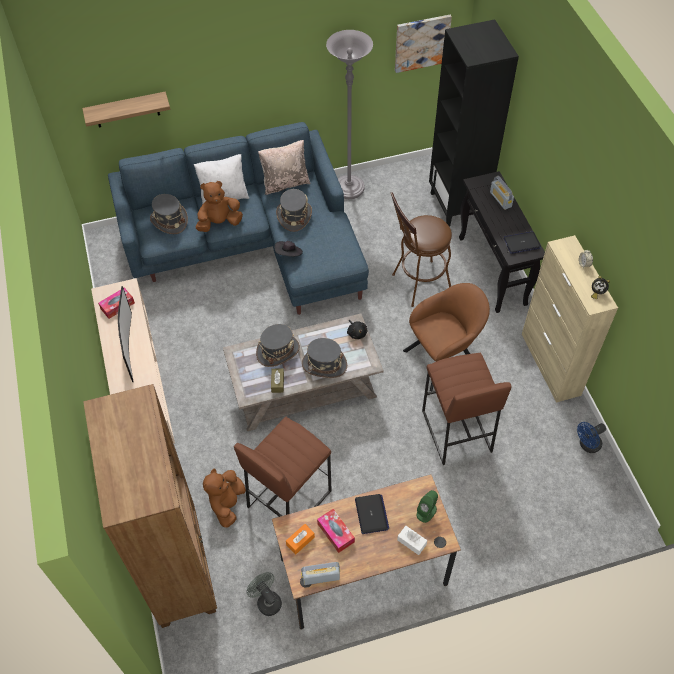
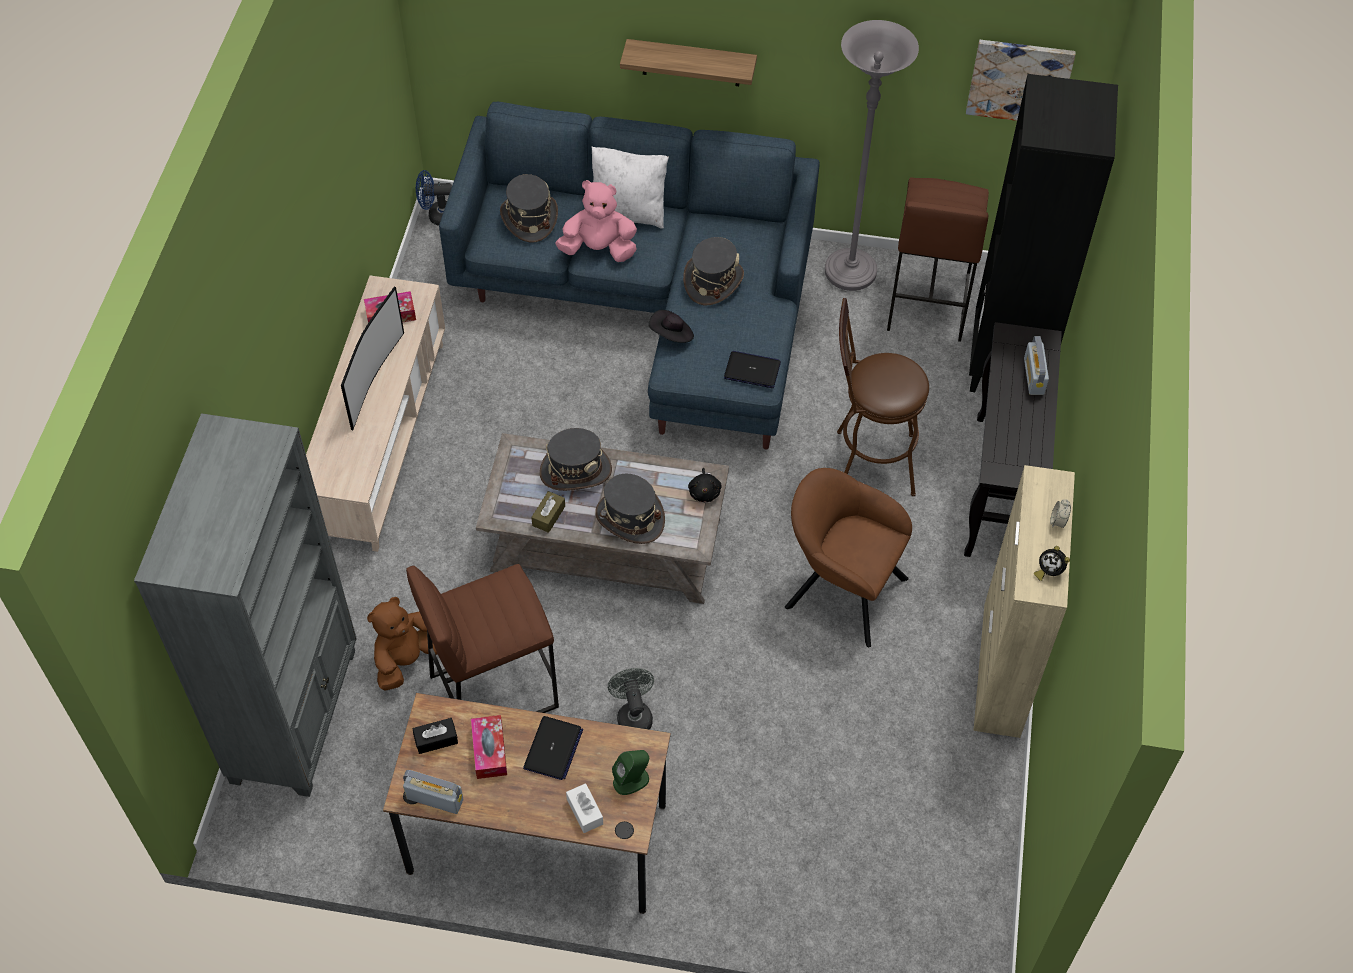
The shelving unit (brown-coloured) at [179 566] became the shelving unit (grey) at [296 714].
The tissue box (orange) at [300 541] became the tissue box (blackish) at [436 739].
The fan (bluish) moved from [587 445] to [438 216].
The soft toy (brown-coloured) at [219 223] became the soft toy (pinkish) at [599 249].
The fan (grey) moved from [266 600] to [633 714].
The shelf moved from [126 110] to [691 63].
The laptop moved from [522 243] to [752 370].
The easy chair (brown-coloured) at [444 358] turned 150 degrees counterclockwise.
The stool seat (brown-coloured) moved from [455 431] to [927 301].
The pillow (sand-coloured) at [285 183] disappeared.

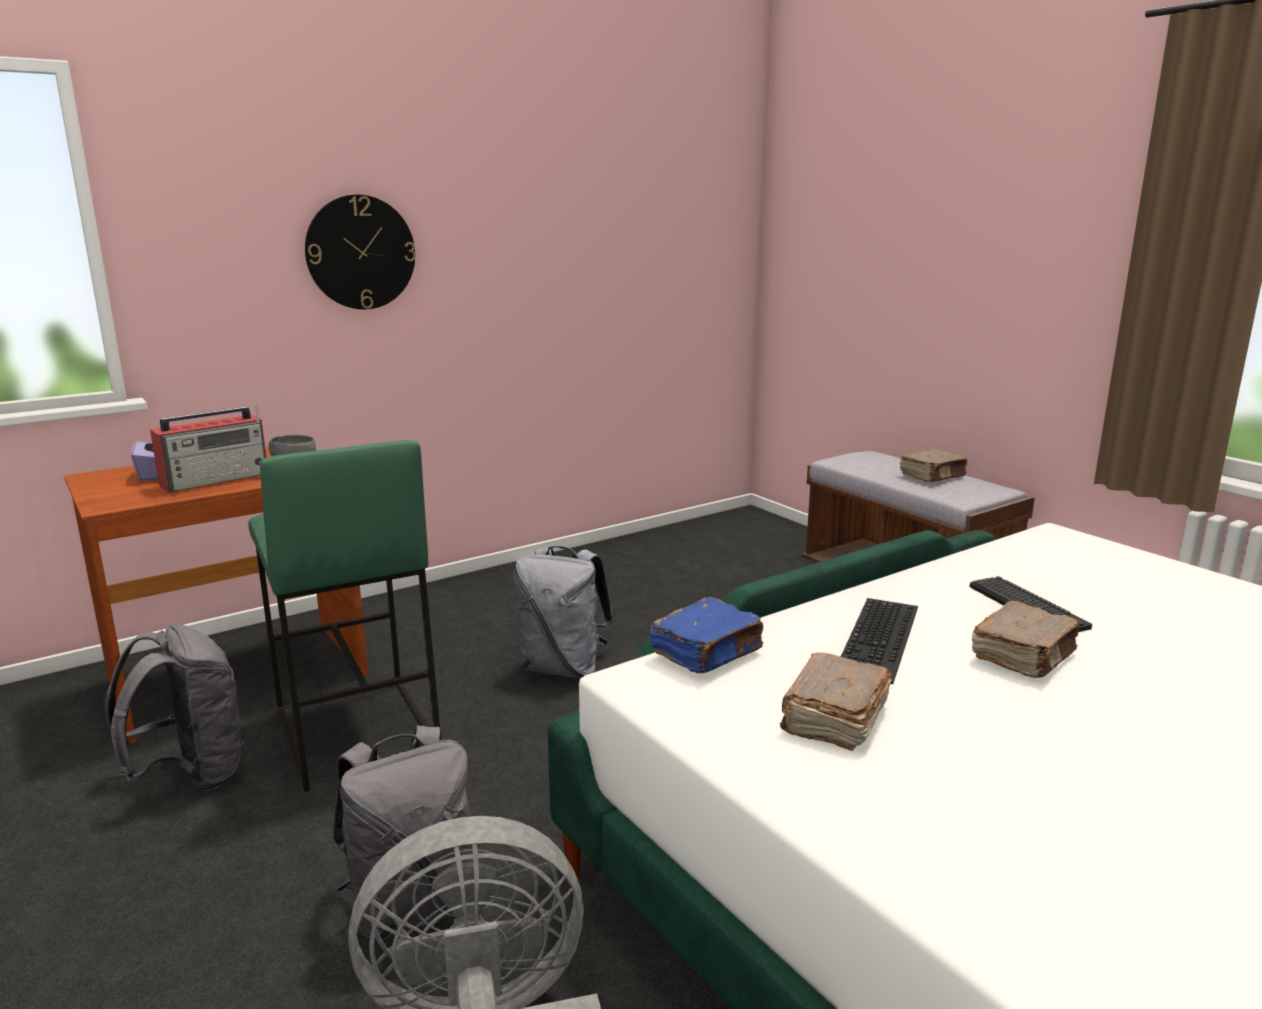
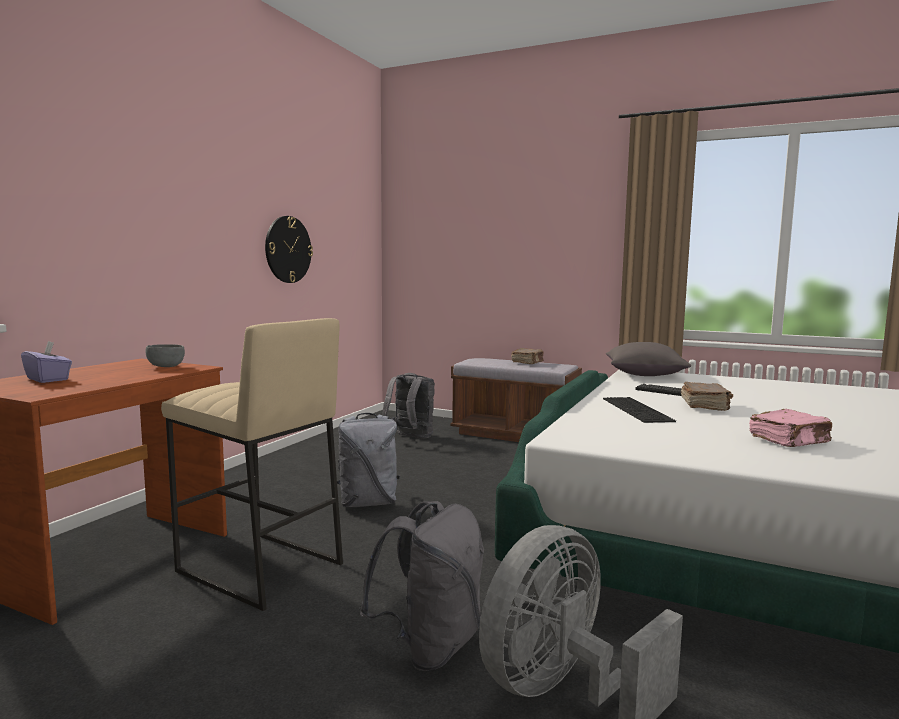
The stool seat (green-coloured) at [354 732] became the stool seat (sand-coloured) at [258 568].
The wall clock moved from [360 252] to [288 249].
The backpack (grey) moved from [191 775] to [410 437].
The pillow (grey) at [644 374] appeared.
The book (pinkish) at [790 441] appeared.
The radio set at [217 480] disappeared.
The book (bluish) at [708 652] disappeared.
The book (brown-coloured) at [833 719] disappeared.

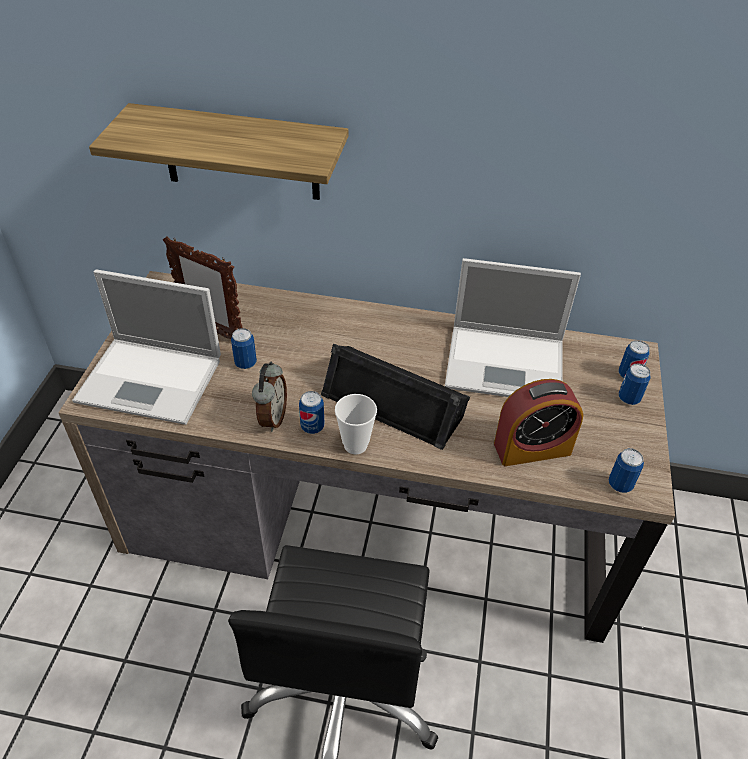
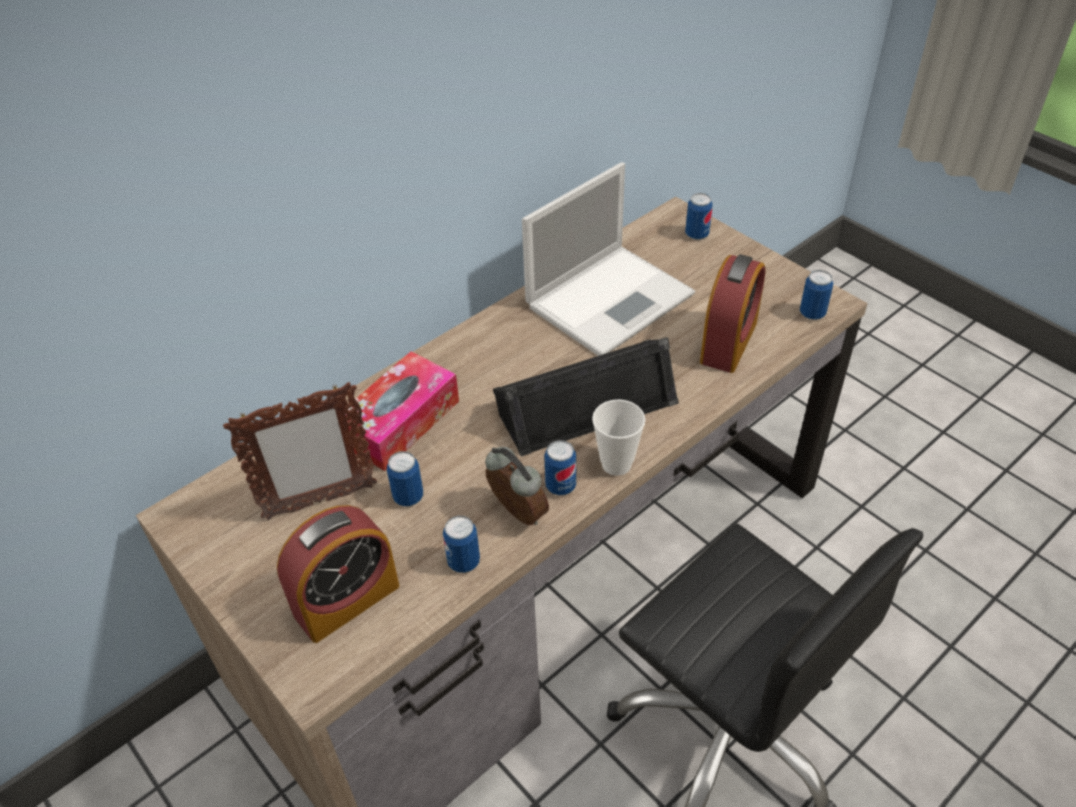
The laptop at [153 380] was replaced by the table clock at [346 600].
The tissue box at [400 422] appeared.
The sealed can moved from [629 398] to [463 562].
The shelf at [240 153] disappeared.

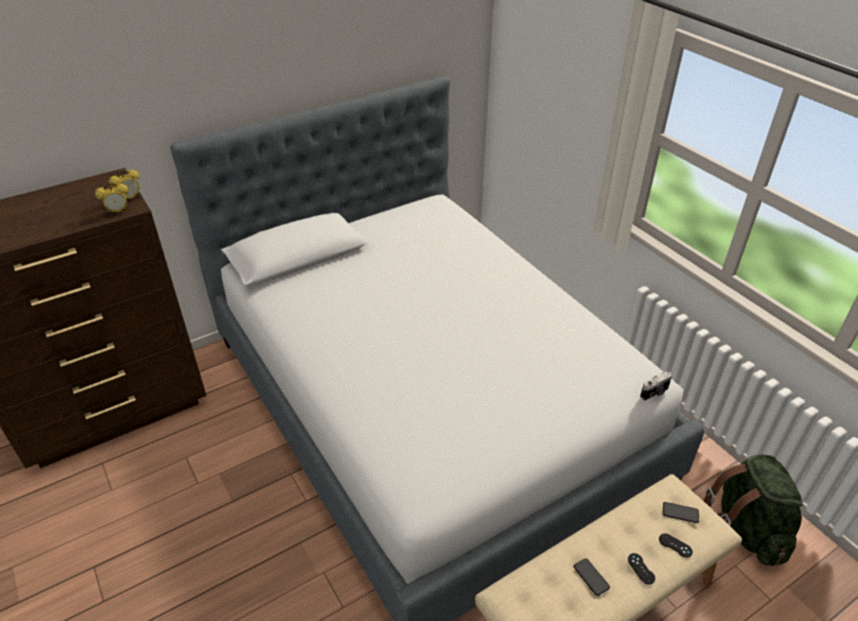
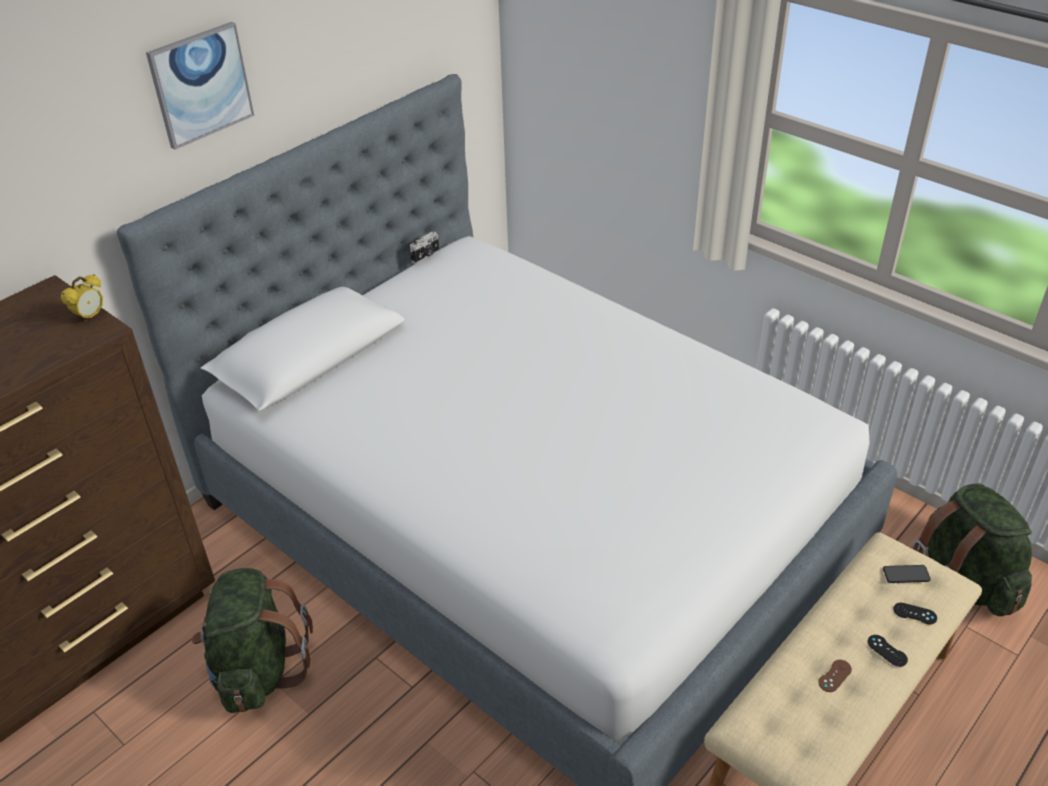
The wall art at [201 84] appeared.
The backpack (green-coloured) at [258 670] appeared.
The photo camera moved from [655 393] to [426 256].
The handset at [591 577] was replaced by the gamepad (brown-coloured) at [834 676].
The table clock at [118 211] disappeared.

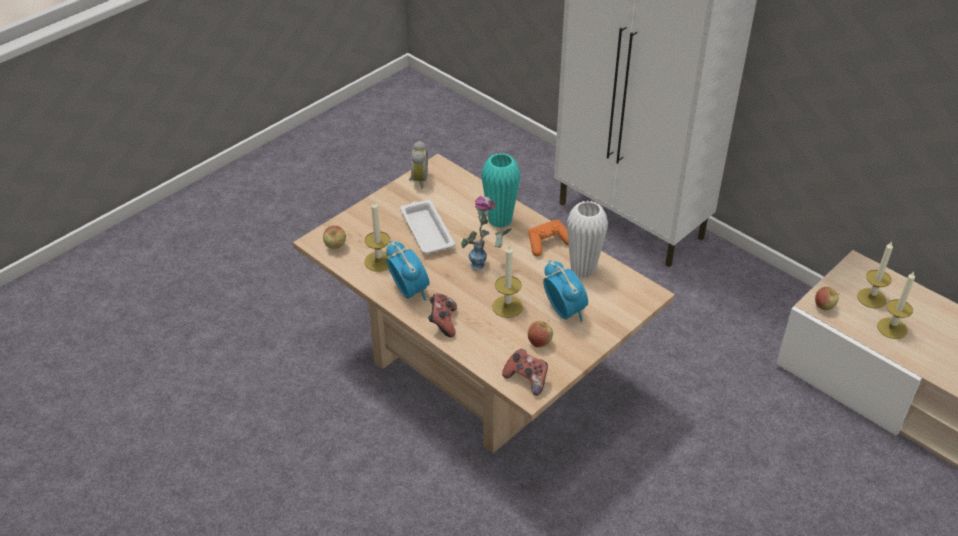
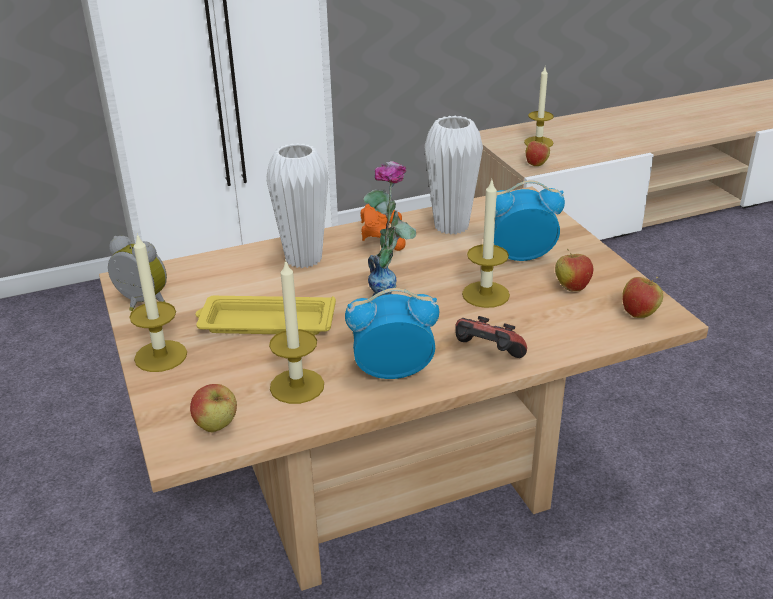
The wax light moved from [892 328] to [161 356].
The tray (white) at [426 230] became the tray (yellowish) at [265 323].
The flower vase (turquoise-coloured) at [500 220] became the flower vase (white) at [303 259].
The gamepad at [526 379] was replaced by the apple fruit at [639 314].

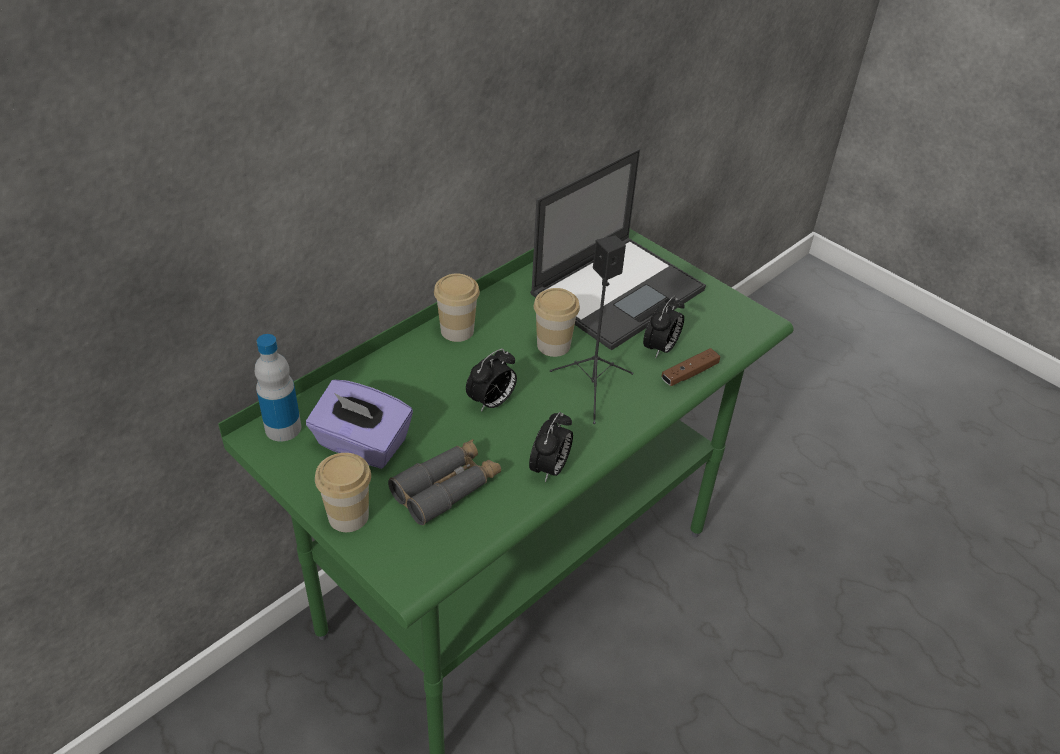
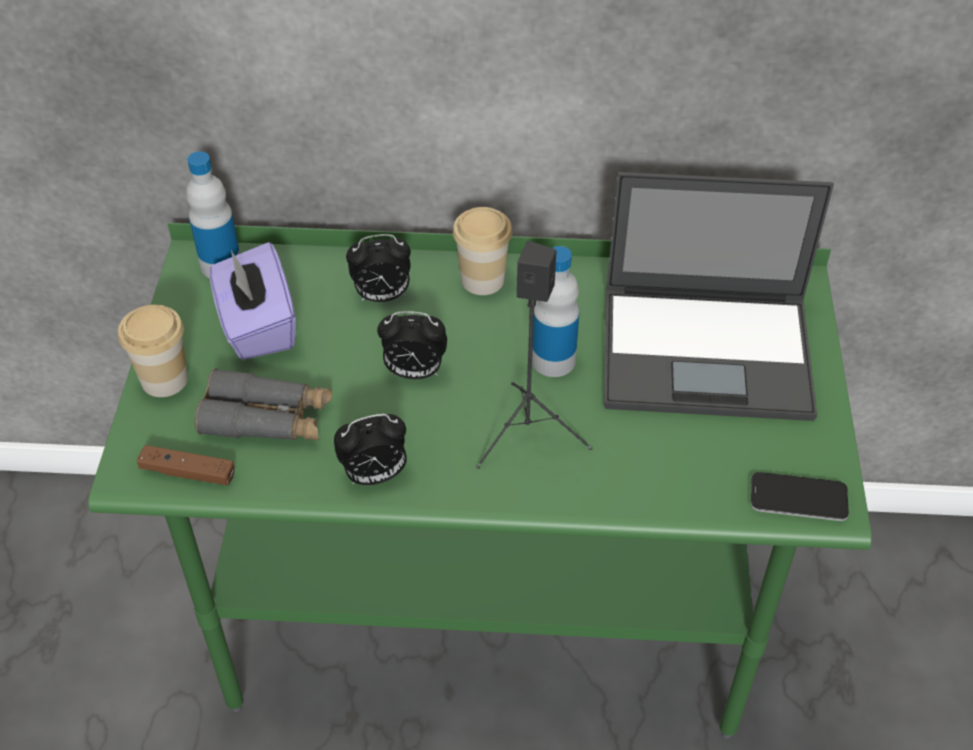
The gamepad (brown-coloured) moved from [689 373] to [188 472].
The table clock moved from [660 348] to [382 296].
The drinking cup at [553 345] was replaced by the bottle at [553 360].
The handset at [798 498] appeared.

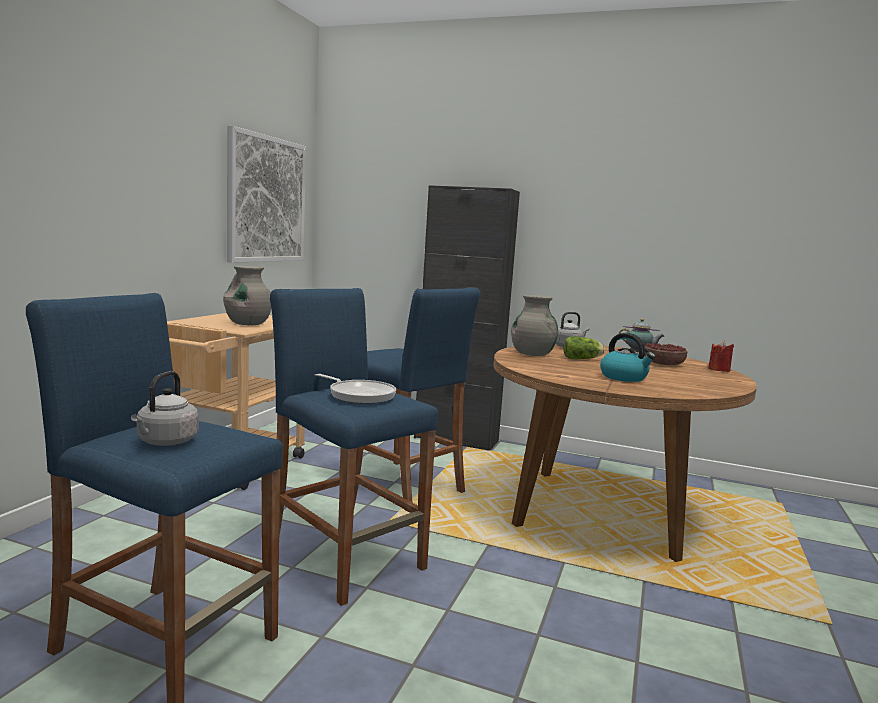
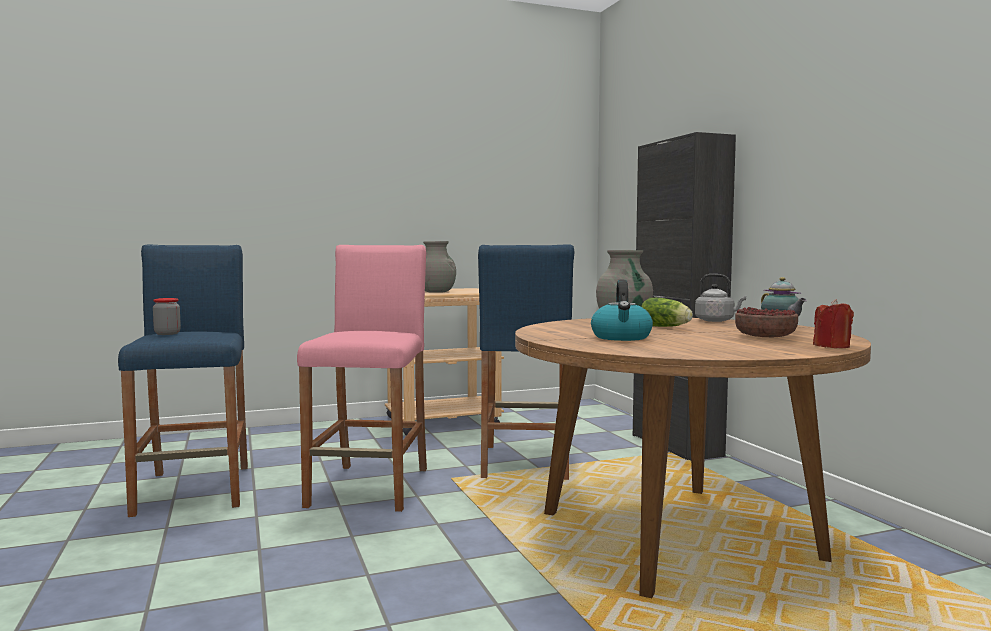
The tea kettle (grey) at [165 442] was replaced by the preserve jar at [167 334].
The stool seat (bluish) at [346 557] became the stool seat (pinkish) at [370 487].
The wall art at [266 200] disappeared.
The pan at [359 395] disappeared.

